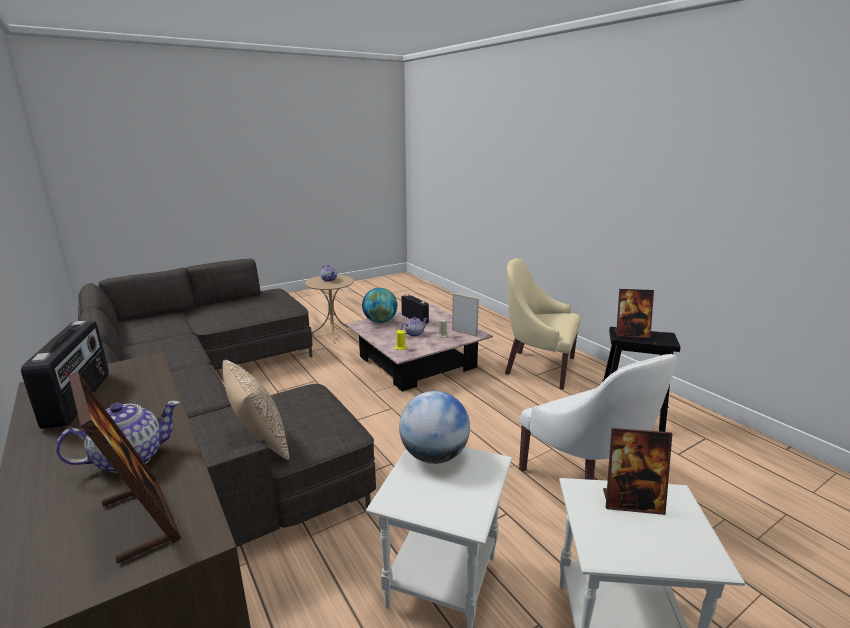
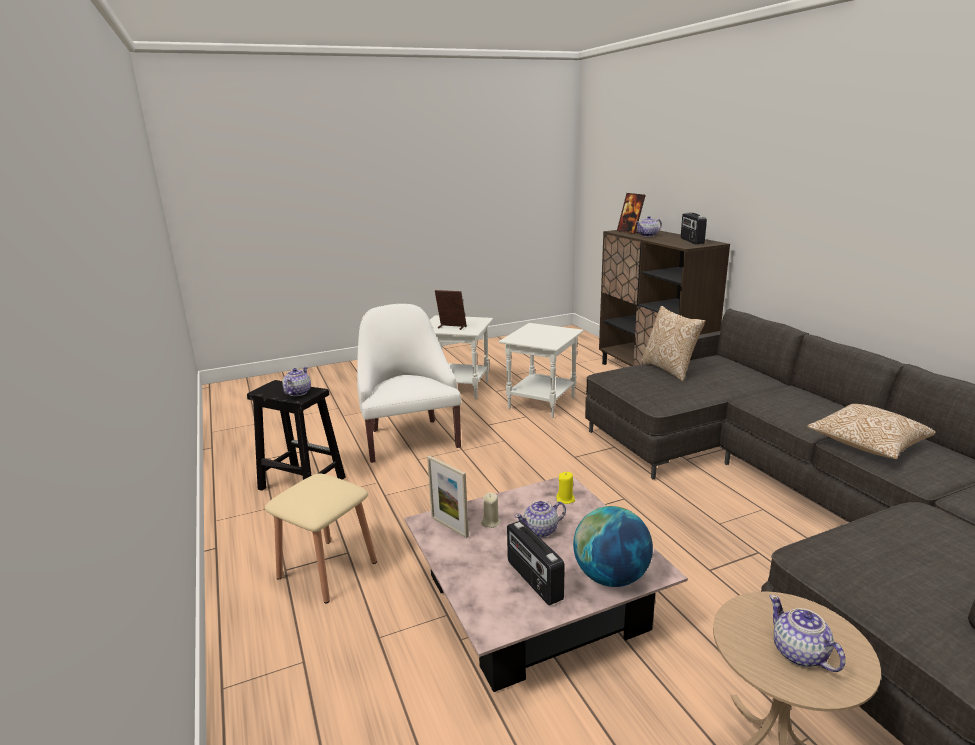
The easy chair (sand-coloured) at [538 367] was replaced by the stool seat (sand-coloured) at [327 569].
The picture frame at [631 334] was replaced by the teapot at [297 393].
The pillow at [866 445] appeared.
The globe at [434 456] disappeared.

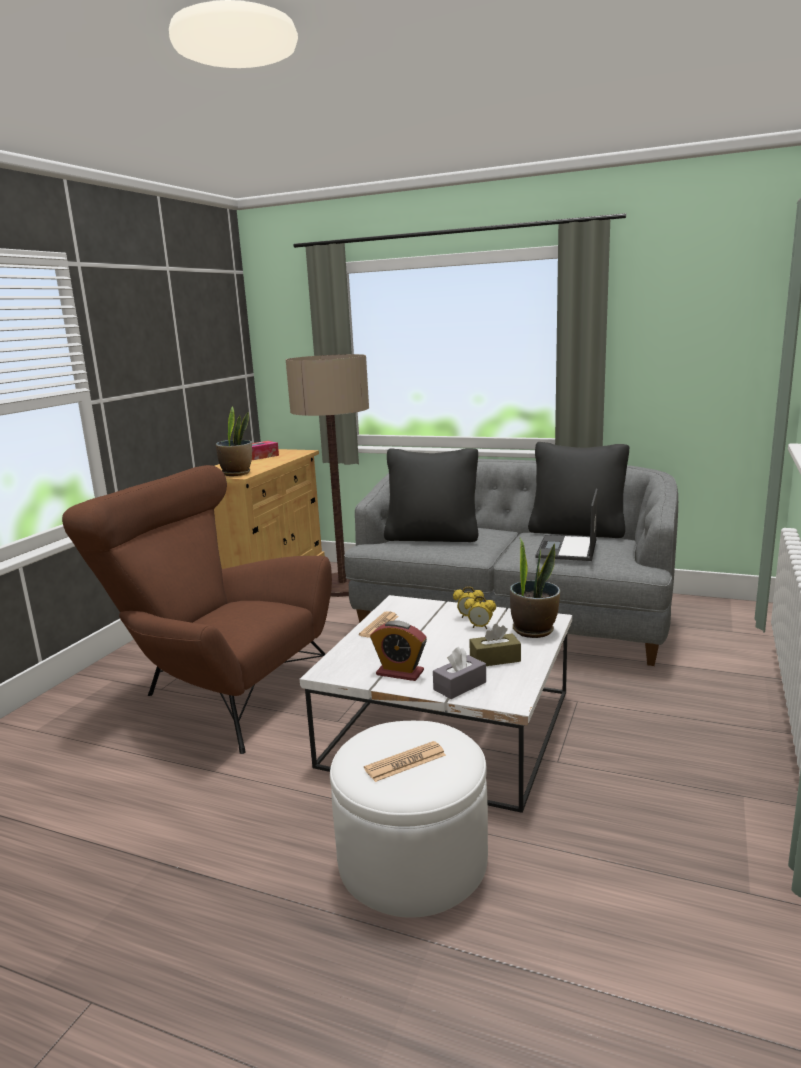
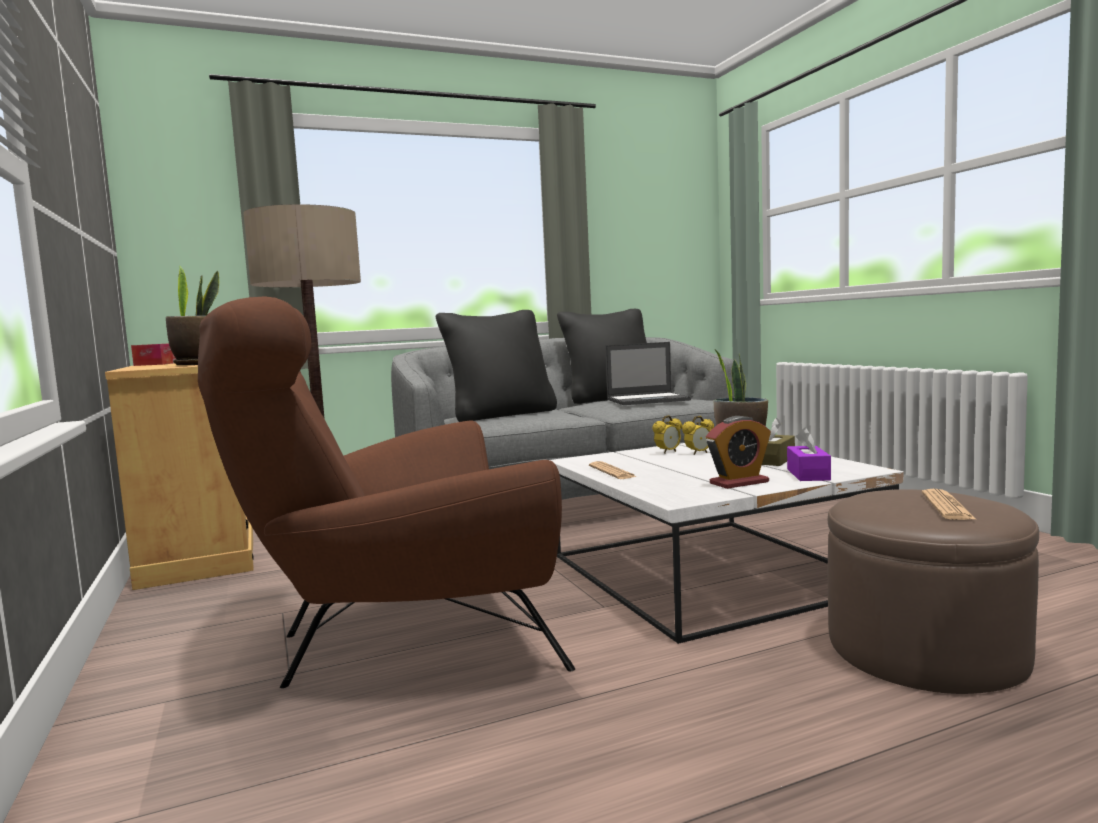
The laptop at [567 549] turned 75 degrees counterclockwise.
The tissue box (grey) at [460 686] became the tissue box (purple) at [808 474].
The ottoman (white) at [412 860] became the ottoman (brown-coloured) at [925 649].

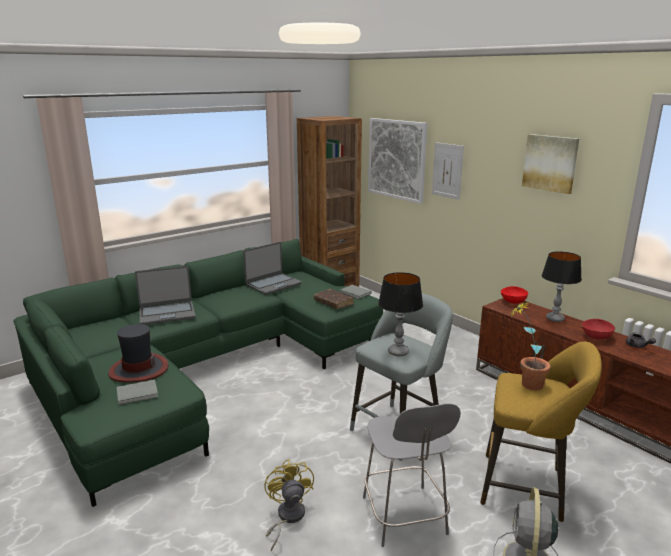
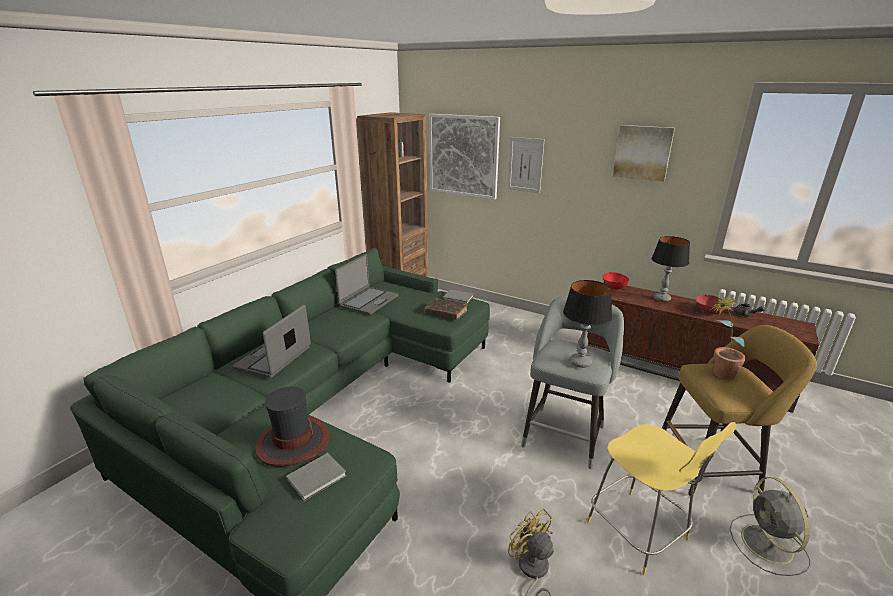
The laptop at [167 314] turned 150 degrees clockwise.
The stool seat (grey) at [405 517] became the stool seat (yellowish) at [639 533].

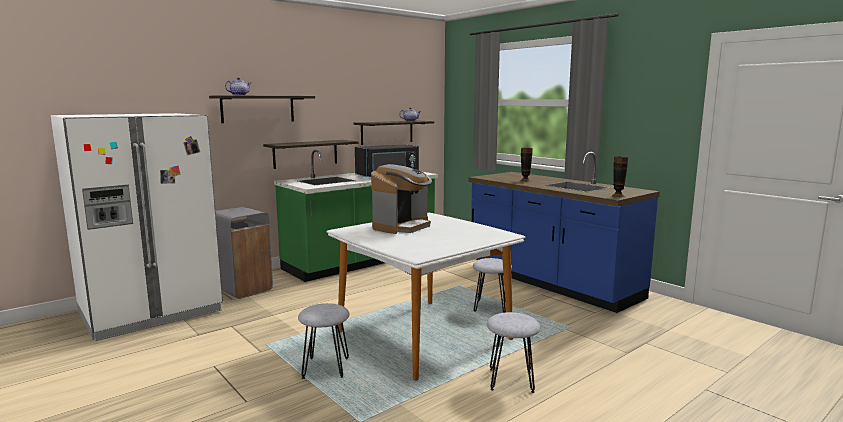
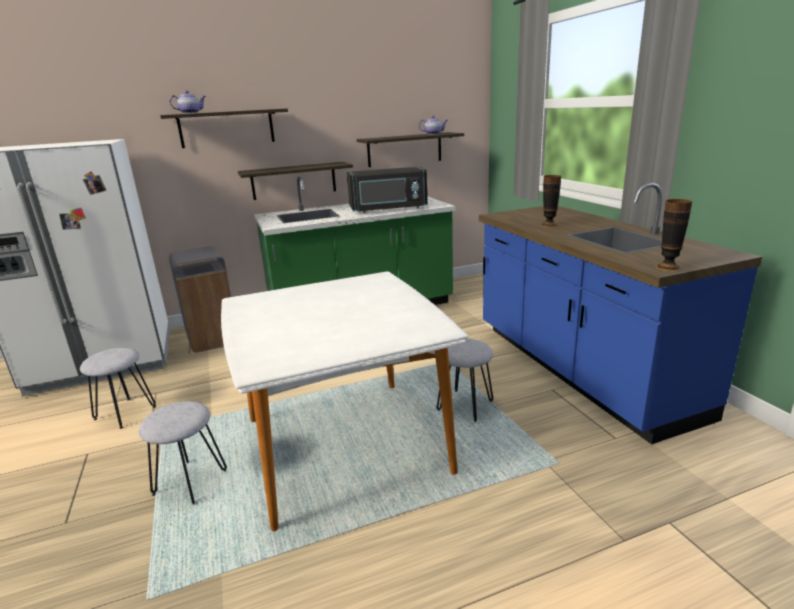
The stool seat (grey) moved from [511 380] to [124 413].
The coffee machine at [402 227] disappeared.

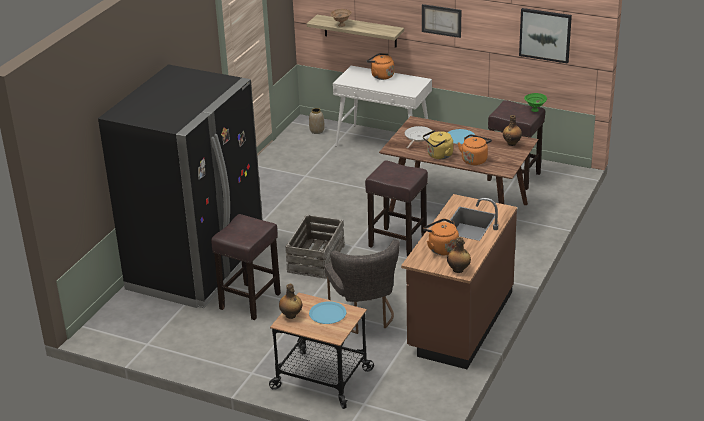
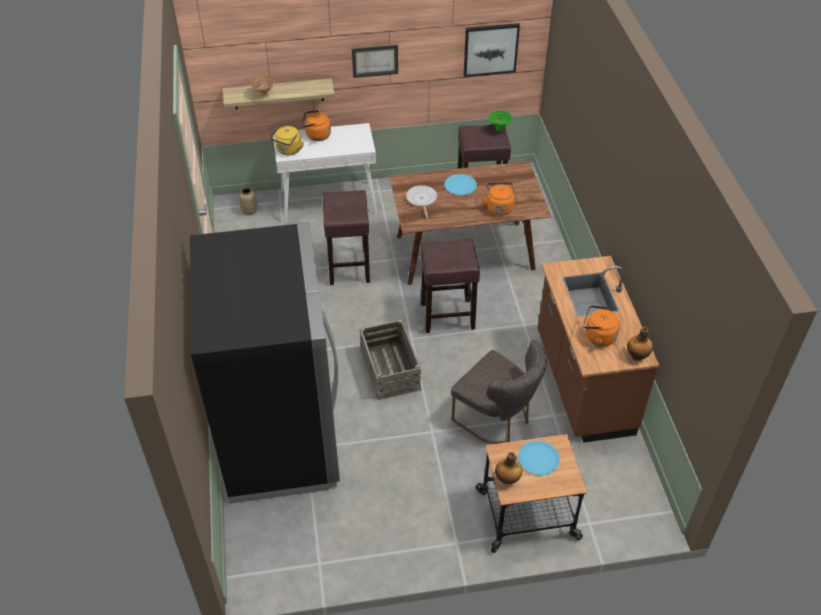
The tea kettle (yellowish) moved from [438 155] to [288 151].
The stool seat (brown-coloured) moved from [250 300] to [348 266].
The bottle at [512 143] disappeared.

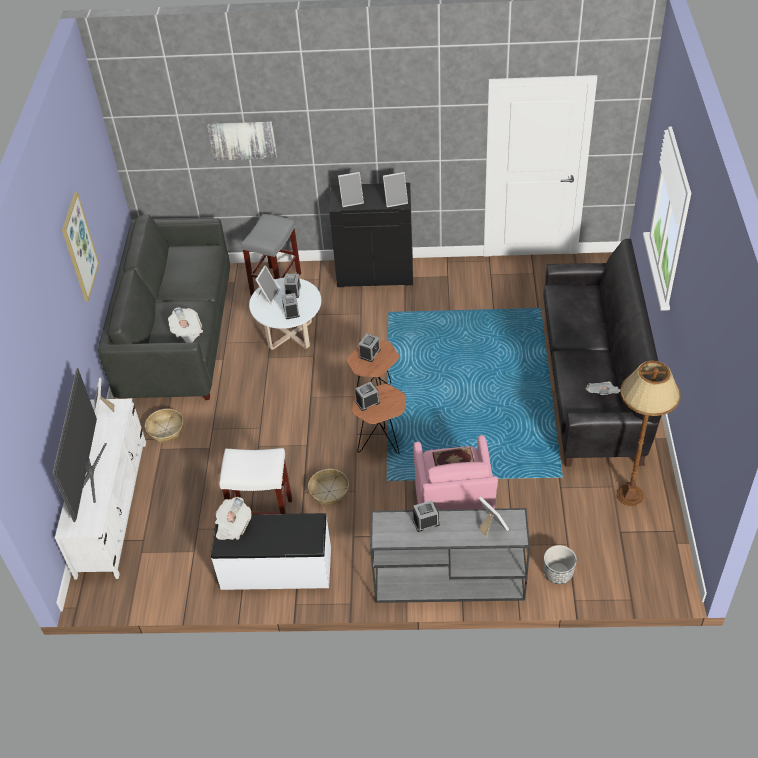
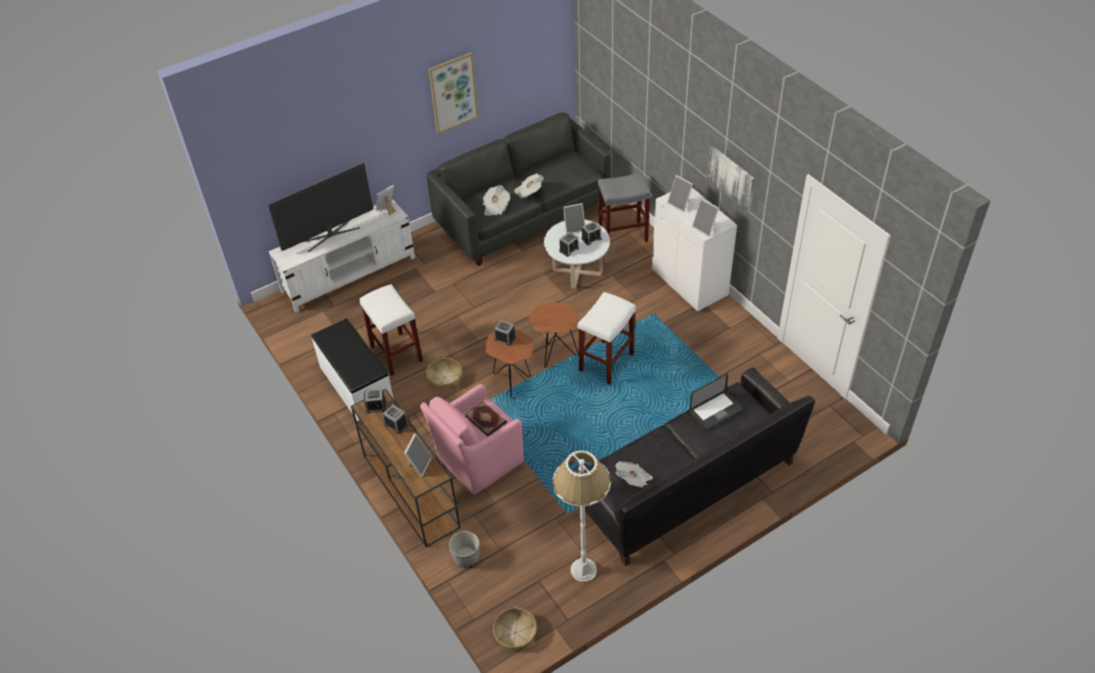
The console table (grey) at [447 582] became the console table (brown-coloured) at [410 490].
The table clock moved from [370 353] to [376 406].
The storage basket moved from [165 430] to [515 633].
The newspaper moved from [232 526] to [528 192].
The standing lamp (brown-coloured) at [629 495] became the standing lamp (white) at [583 570].
The stool seat (white) at [606 363] appeared.
The storage cabinet (blackish) at [375 273] became the storage cabinet (white) at [690 283].
The laptop at [715 411] appeared.
The wall art moved from [243 140] to [731 178].

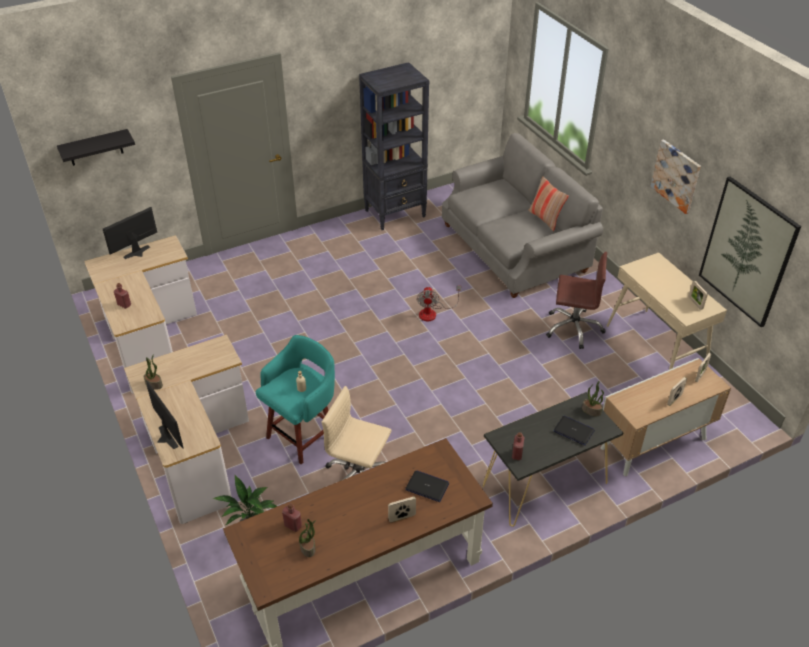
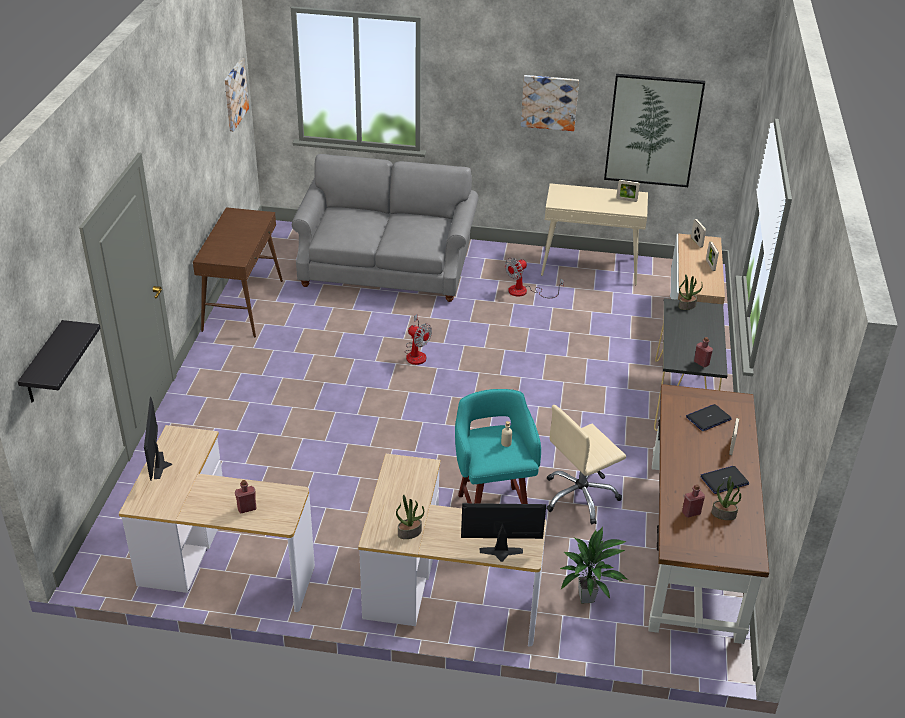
The shelving unit (blackish) at [395 213] was replaced by the console table (brown-coloured) at [243 305].
The wall art at [234 94] appeared.
The computer chair (brown-coloured) at [573 328] was replaced by the fan at [524 292].
The laptop moved from [574 431] to [724 480].
The pillow at [545 219] disappeared.

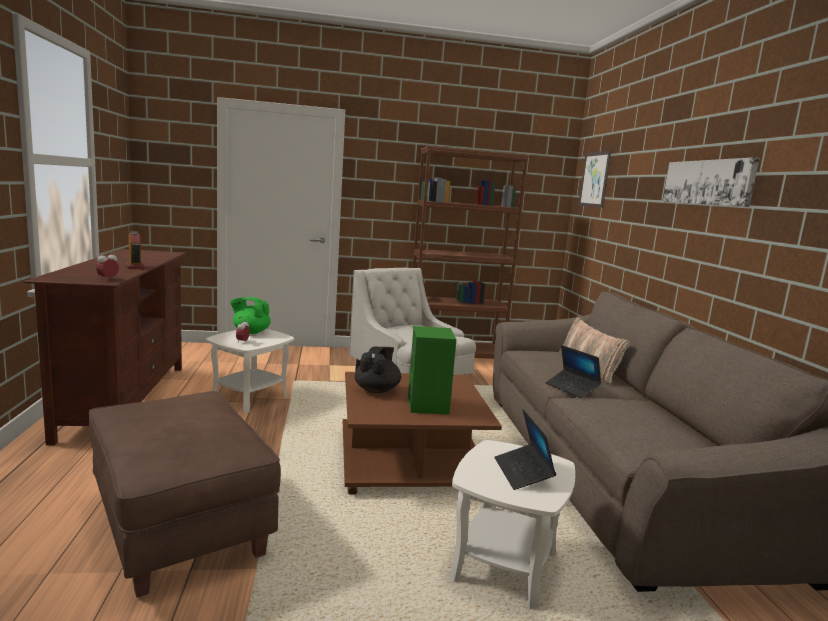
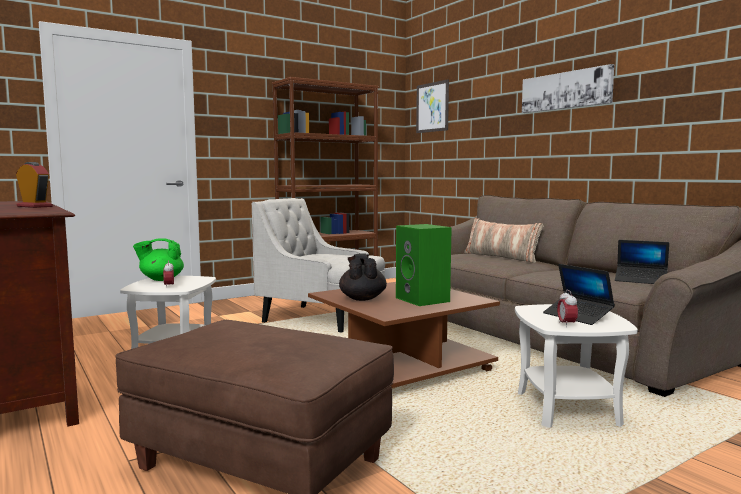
The table clock moved from [108 279] to [566 325].
The laptop moved from [572 388] to [641 280].

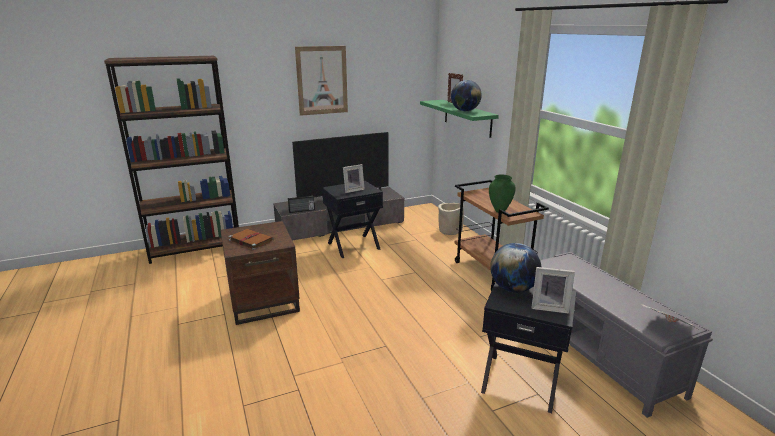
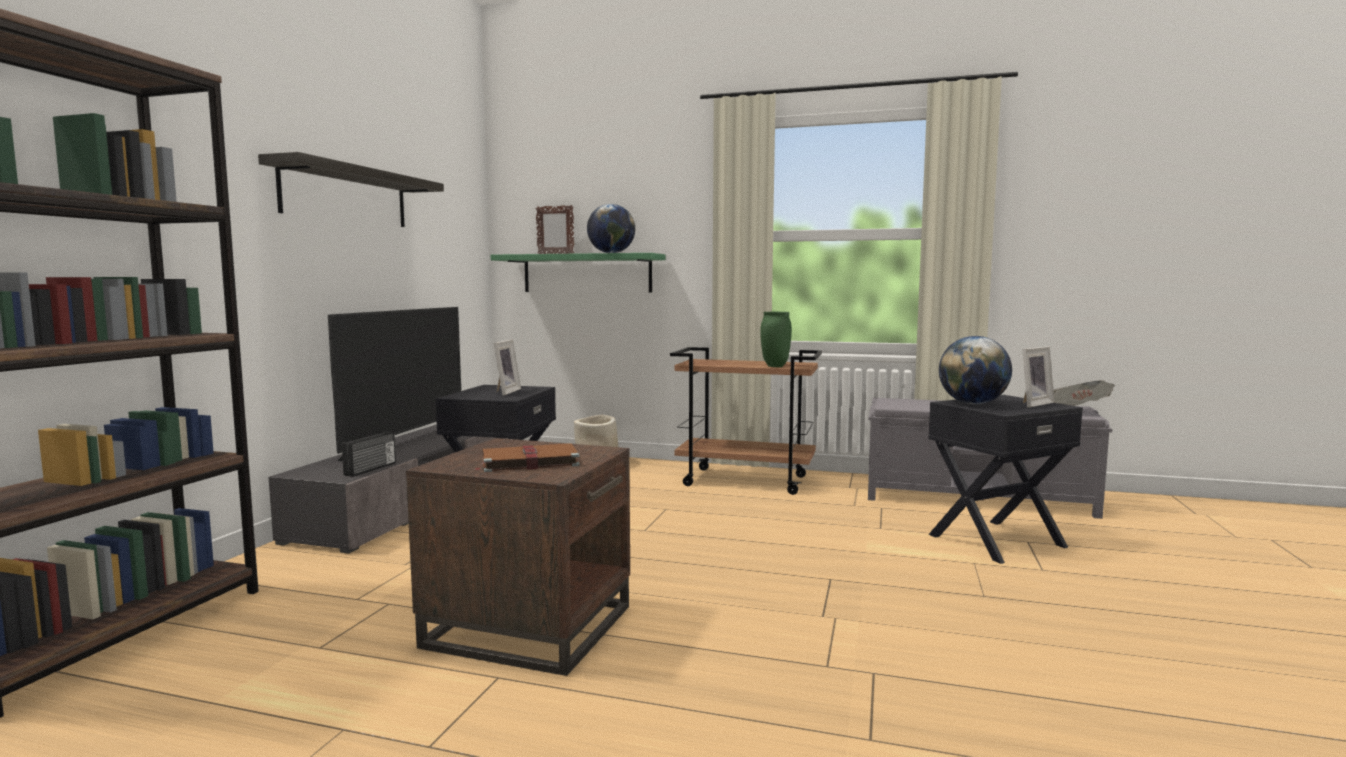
The wall art at [322 80] was replaced by the shelf at [346 196].

